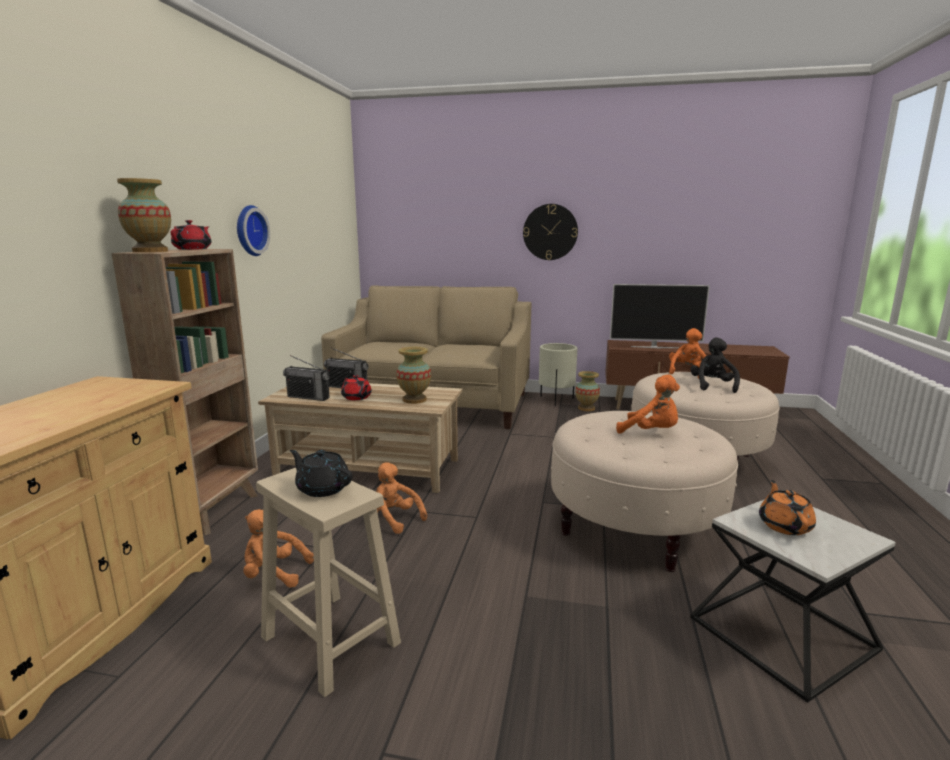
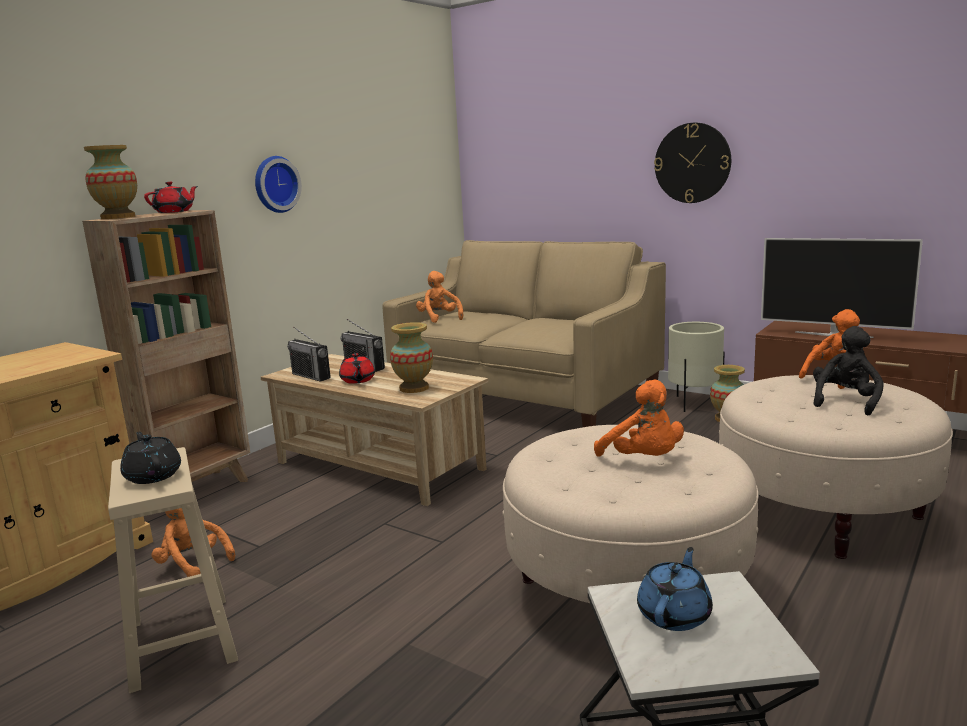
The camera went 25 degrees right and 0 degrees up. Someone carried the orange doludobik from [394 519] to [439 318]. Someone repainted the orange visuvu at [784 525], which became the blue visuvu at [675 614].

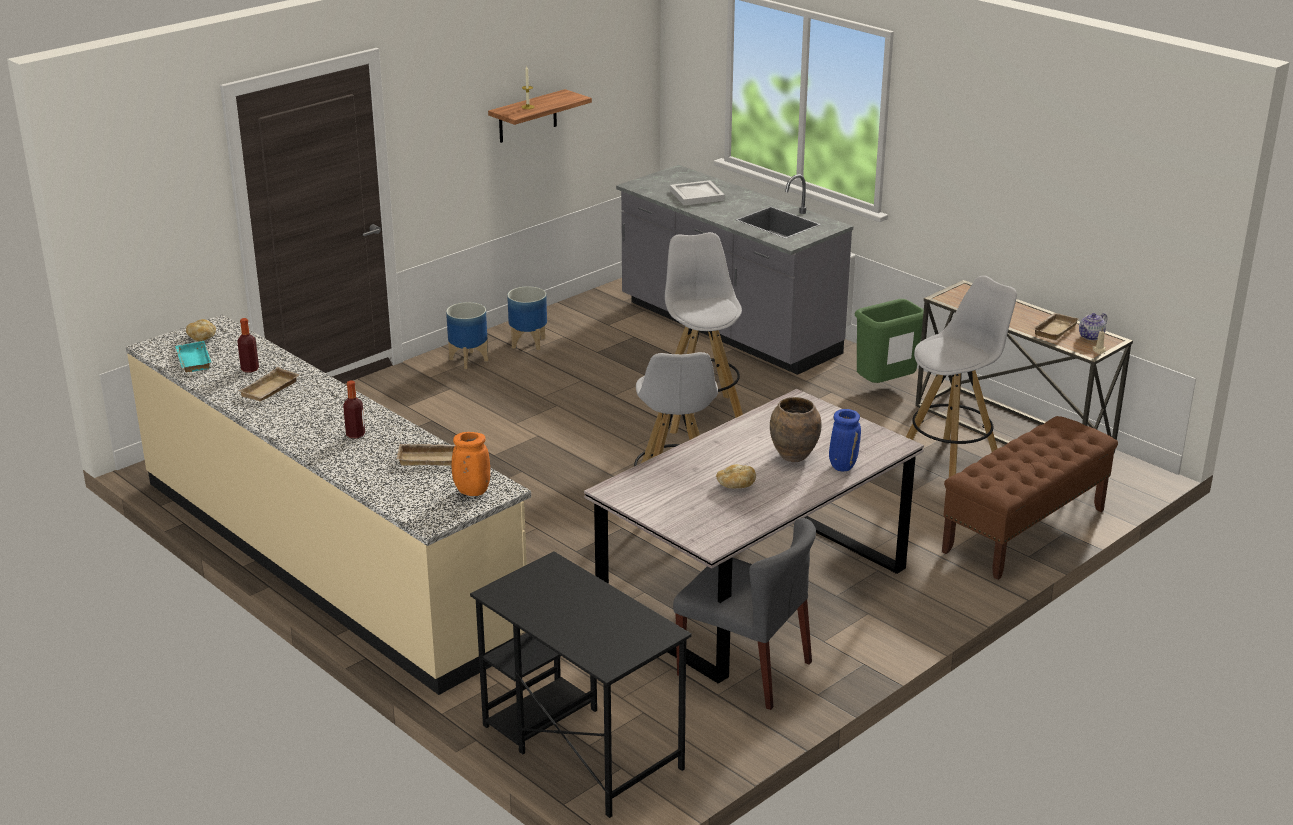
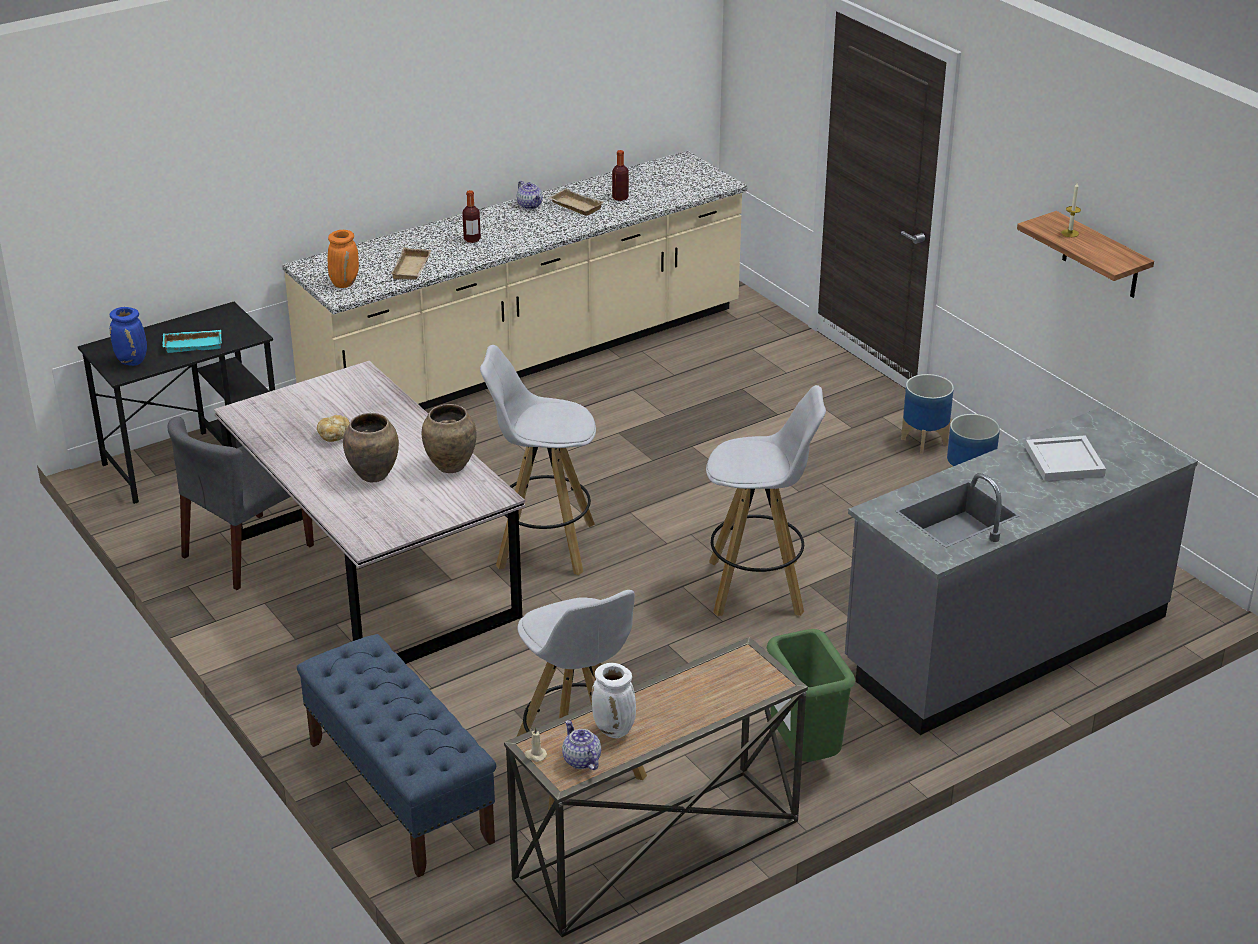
The camera went 100 degrees right and 5 degrees up. Someone swapped the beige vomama at [1053 329] for the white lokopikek at [615 730]. Someone took away the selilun at [202 337]. Someone carried the turquoise vomama from [192 360] to [194 344]. Someone carried the blue lokopikek from [842 466] to [133 361]. Someone repainted the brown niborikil at [1024 531], which became the blue niborikil at [399 791]. Someone put down the visuvu at [530 205]. Someone put down the brown lokopikek at [450 466].

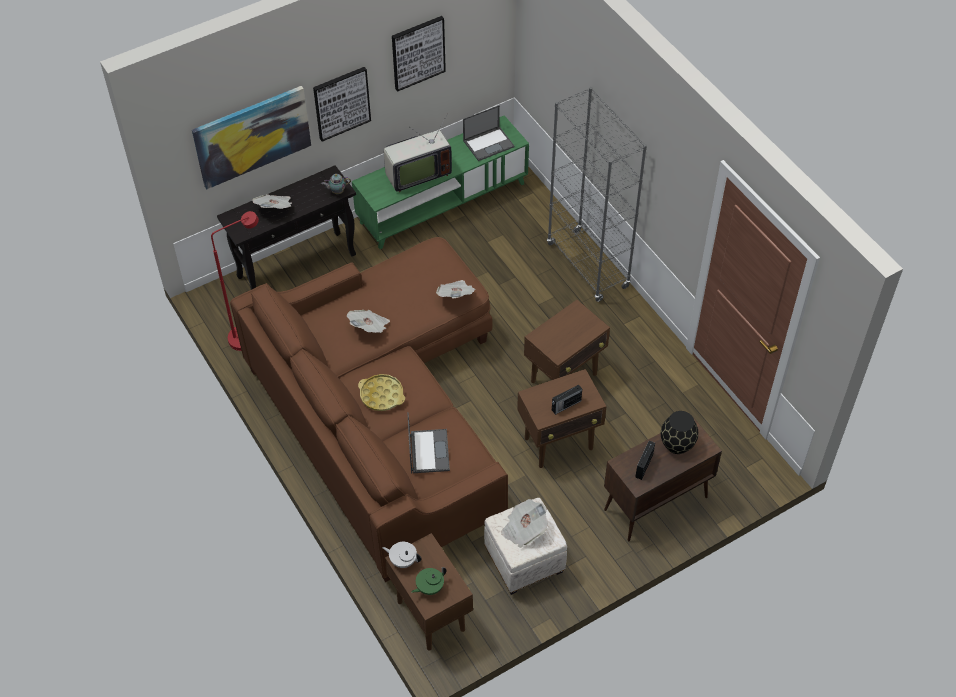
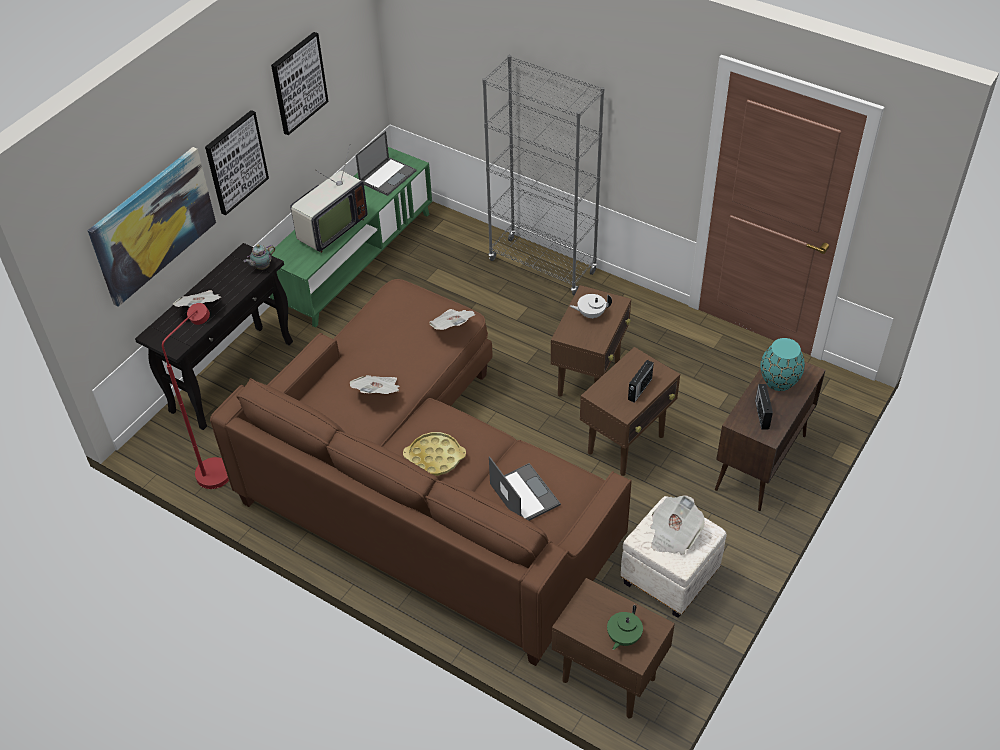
The camera went 25 degrees left and 5 degrees down. Someone repainted the black lokopikek at [677 444], which became the turquoise lokopikek at [779 381]. Someone carried the white visuvu from [403 560] to [590 314].

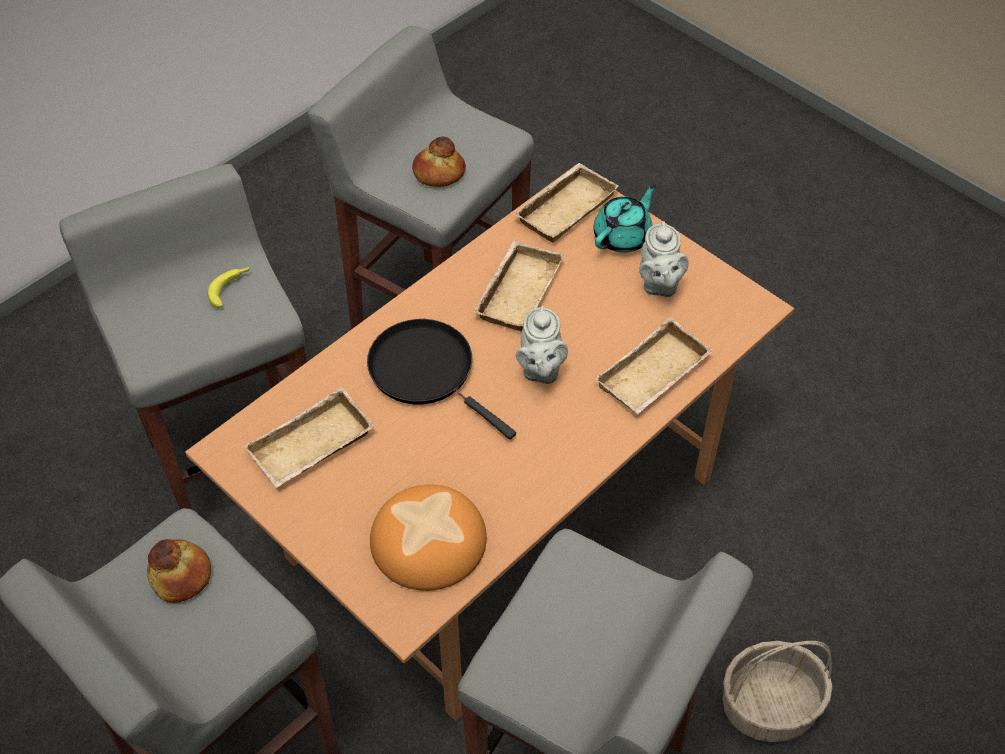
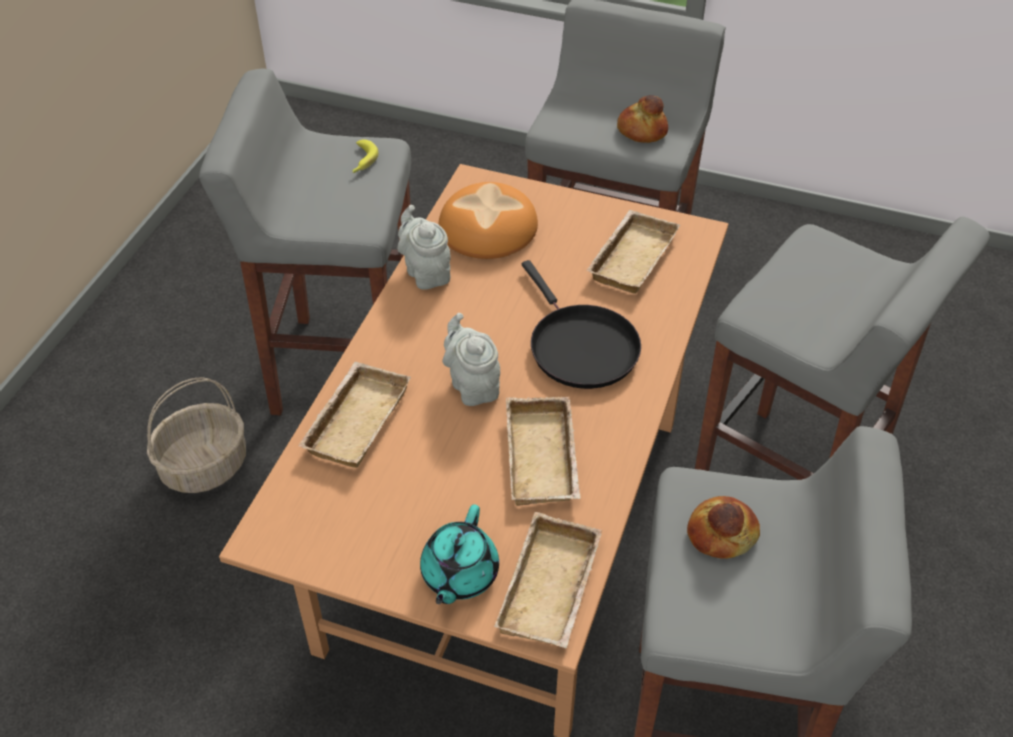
The camera went 155 degrees right and 5 degrees down. Someone carried the grey visuvu from [658 284] to [426 272]. Someone carried the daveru from [230 288] to [362 162]. Someone rotated the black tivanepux at [427 371] by 45 degrees clockwise.

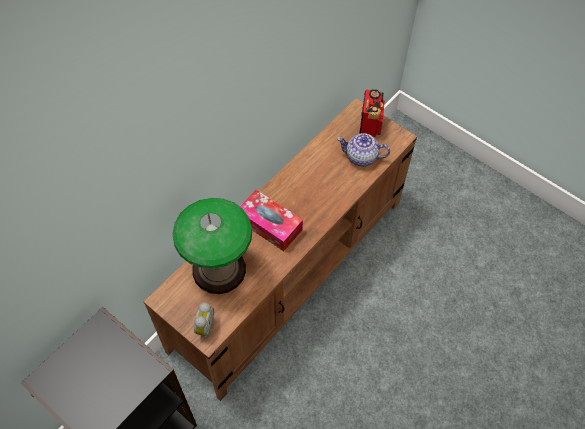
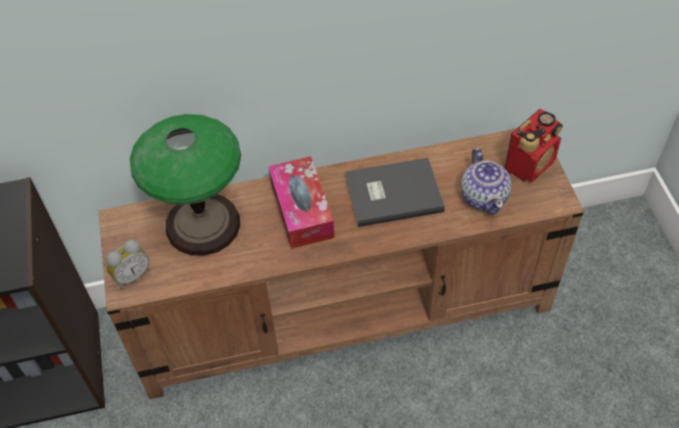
The camera went 40 degrees right and 5 degrees down. Someone rotated the visuvu at [361 157] by 150 degrees counterclockwise. Someone put down the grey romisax at [391 193].

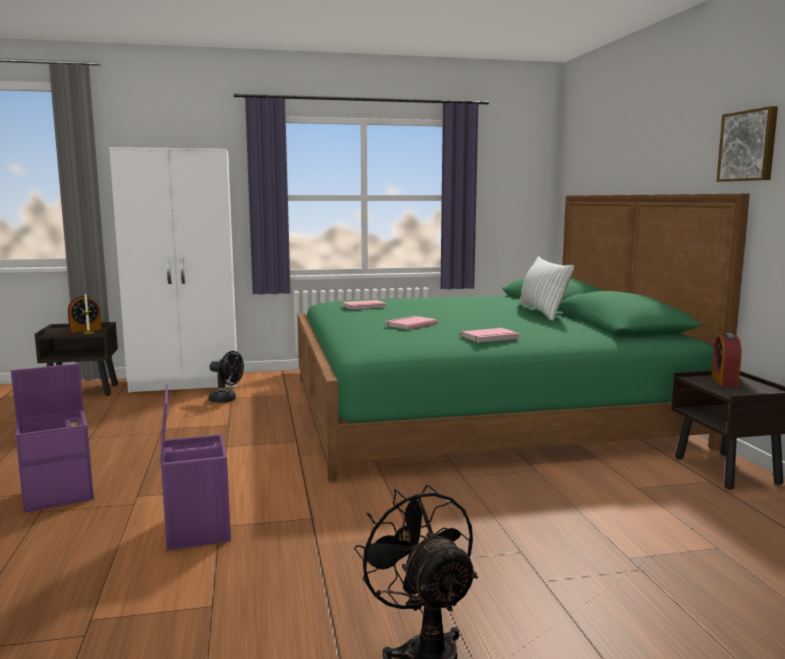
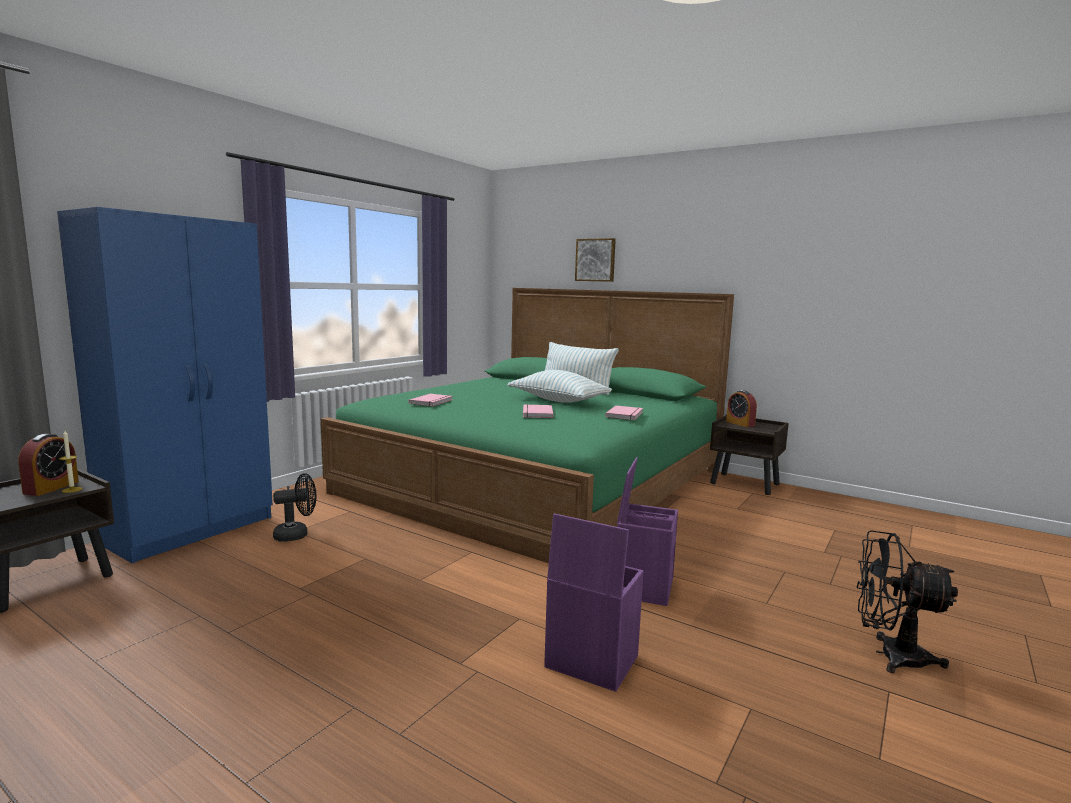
The camera went 45 degrees left and 0 degrees up. Someone carried the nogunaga from [749 146] to [595 260]. Someone repainted the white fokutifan at [186 382], which became the blue fokutifan at [191 529]. Someone carried the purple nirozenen from [60 495] to [643 586]. Someone put down the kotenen at [558 401].

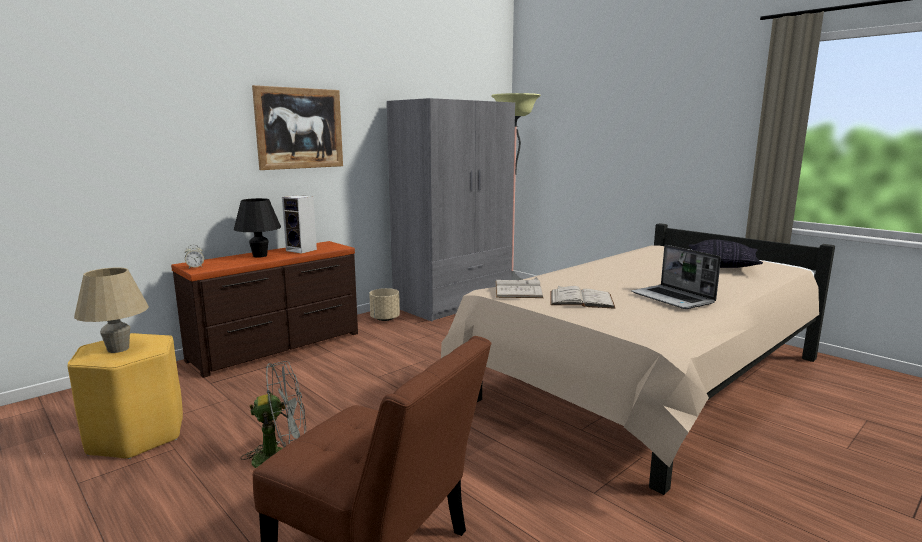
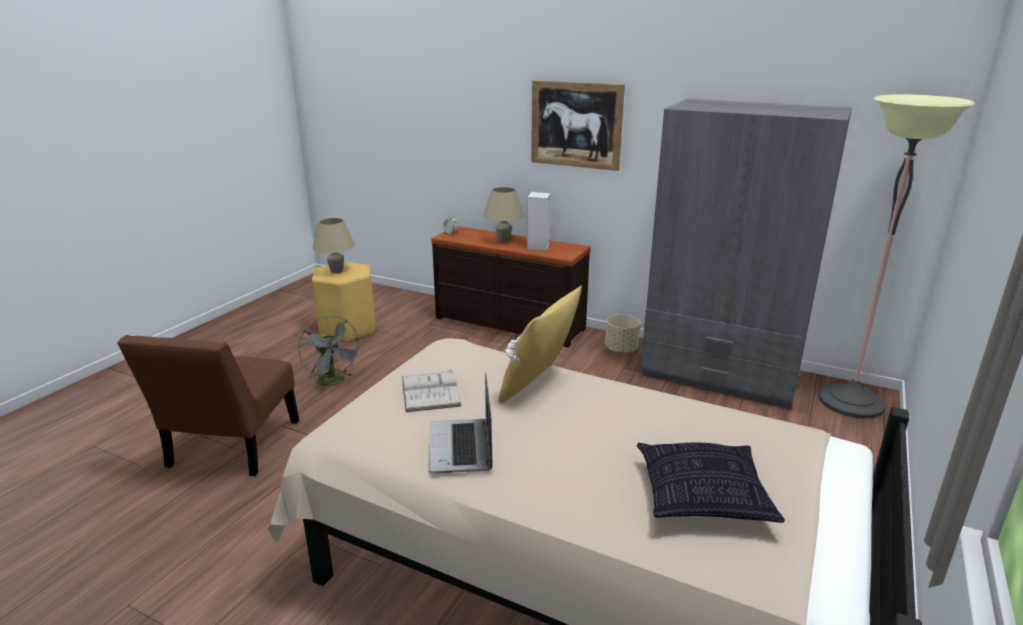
The camera went 70 degrees right and 10 degrees up. Someone repainted the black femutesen at [260 256], which became the beige femutesen at [503 240]. Someone rotated the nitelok at [673 298] by 45 degrees counterclockwise. Someone took away the white romisax at [518 289]. Someone put down the yellow kotenen at [540 385].

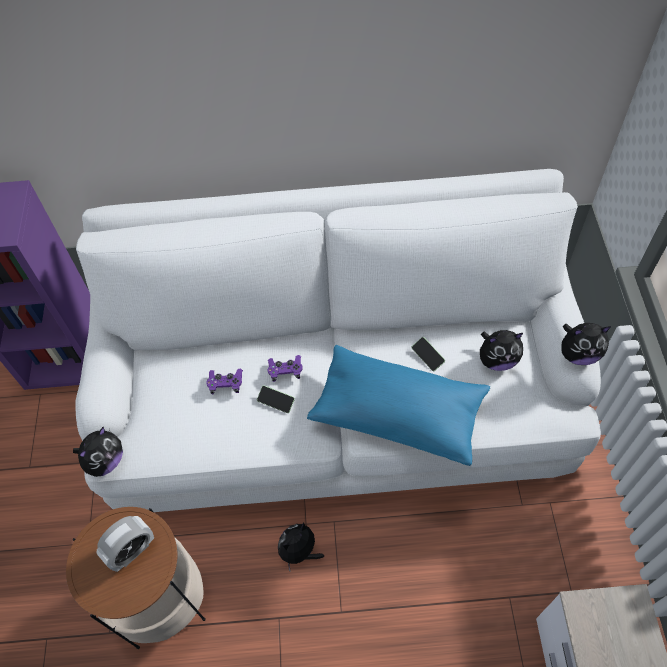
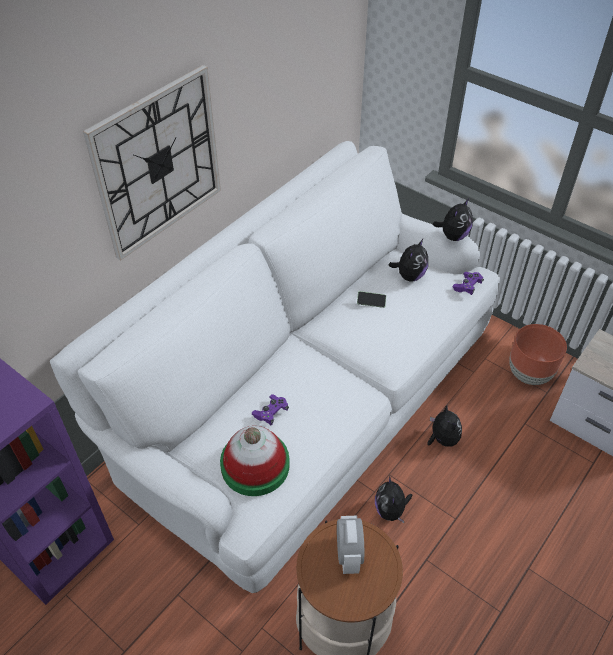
The camera went 50 degrees left and 10 degrees down. Someone took away the blue kotenen at [398 413]. Someone carried the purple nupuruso from [285 371] to [467 286]. Someone took away the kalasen at [276 401]. Someone carried the doludobik from [105 461] to [442 439]. Someone put up the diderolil at [158 163]. Someone put down the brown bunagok at [528 374]. Someone put down the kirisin at [255 465].

